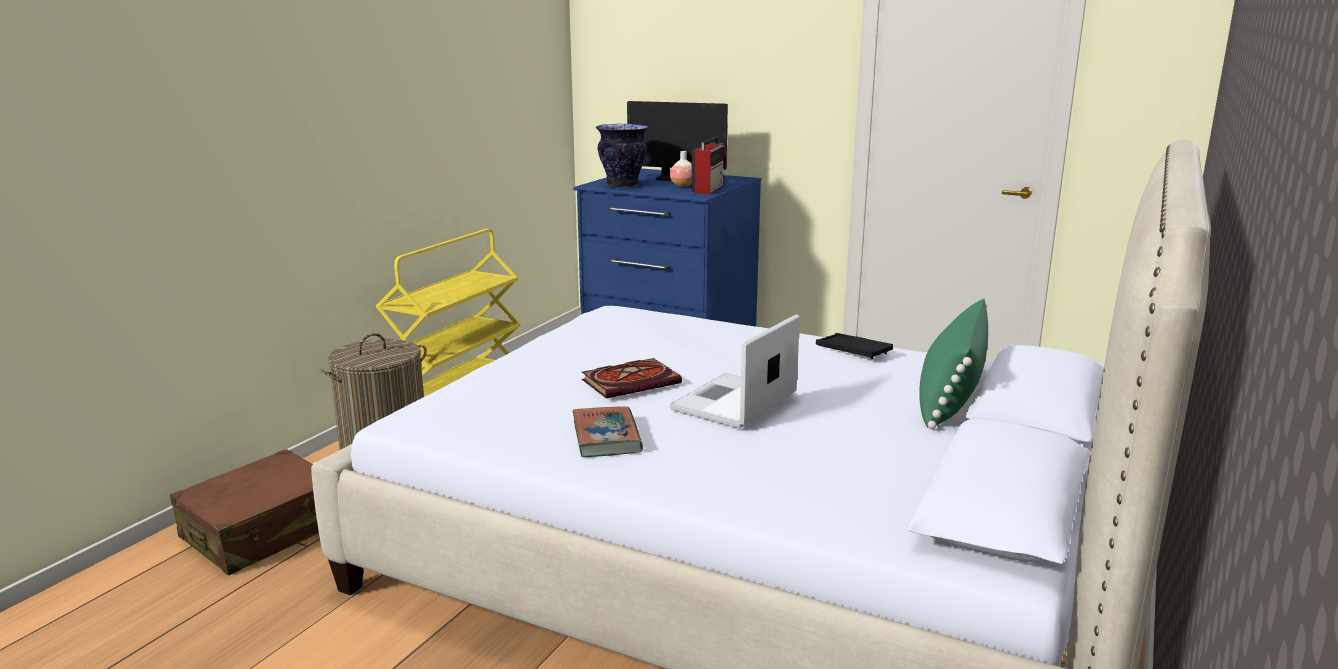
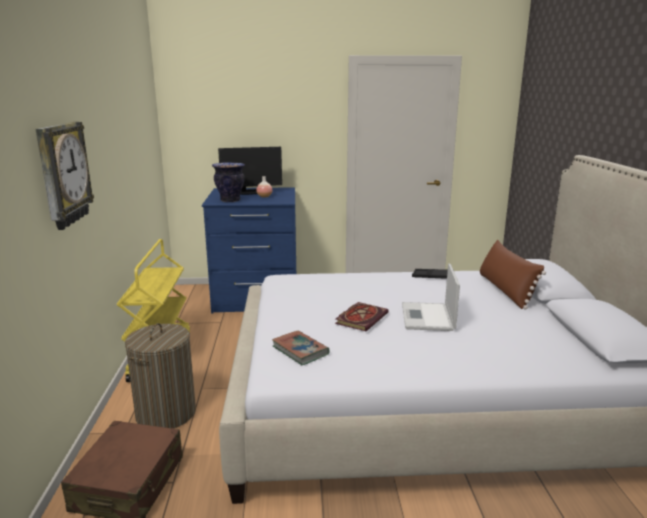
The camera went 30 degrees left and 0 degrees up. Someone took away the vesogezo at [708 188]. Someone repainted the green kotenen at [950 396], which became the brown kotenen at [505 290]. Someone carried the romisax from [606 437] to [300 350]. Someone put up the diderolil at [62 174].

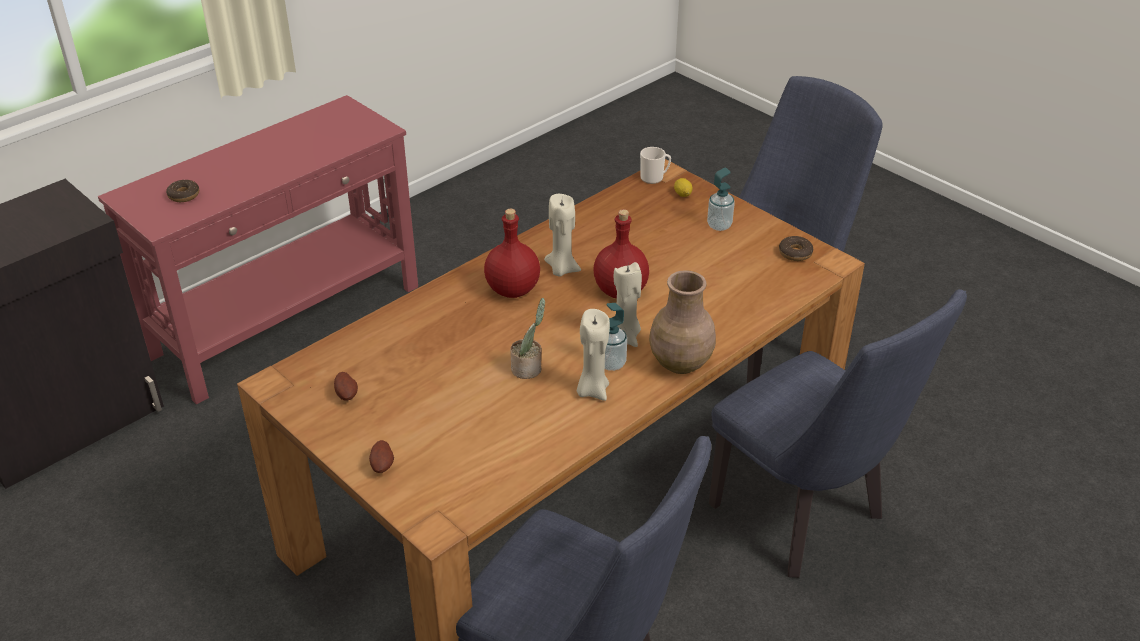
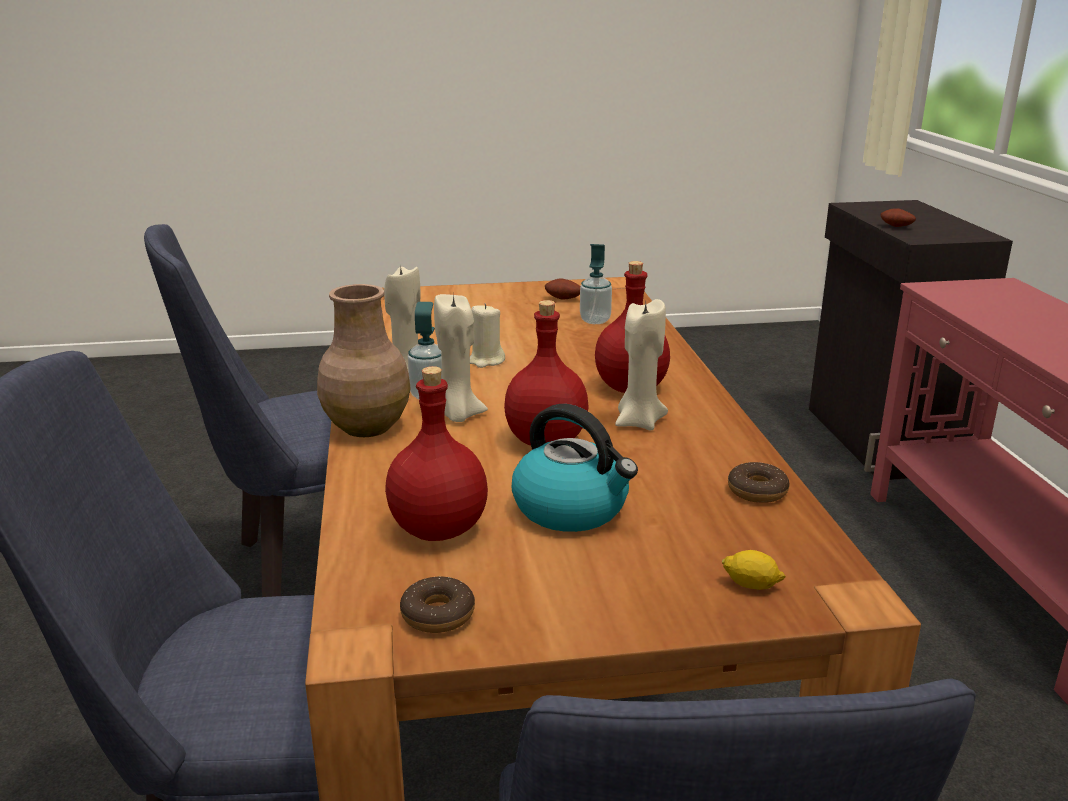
The camera went 125 degrees right and 15 degrees down. Someone took away the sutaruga at [654 178]. Someone carried the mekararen from [719 225] to [595 320]. Someone carried the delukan from [184 195] to [757 491]. Someone swapped the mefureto at [528 368] for the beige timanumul at [486 361]. Someone carried the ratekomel from [383 465] to [896 227]. Someone put down the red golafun at [440 529]. Someone put down the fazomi at [572 508].

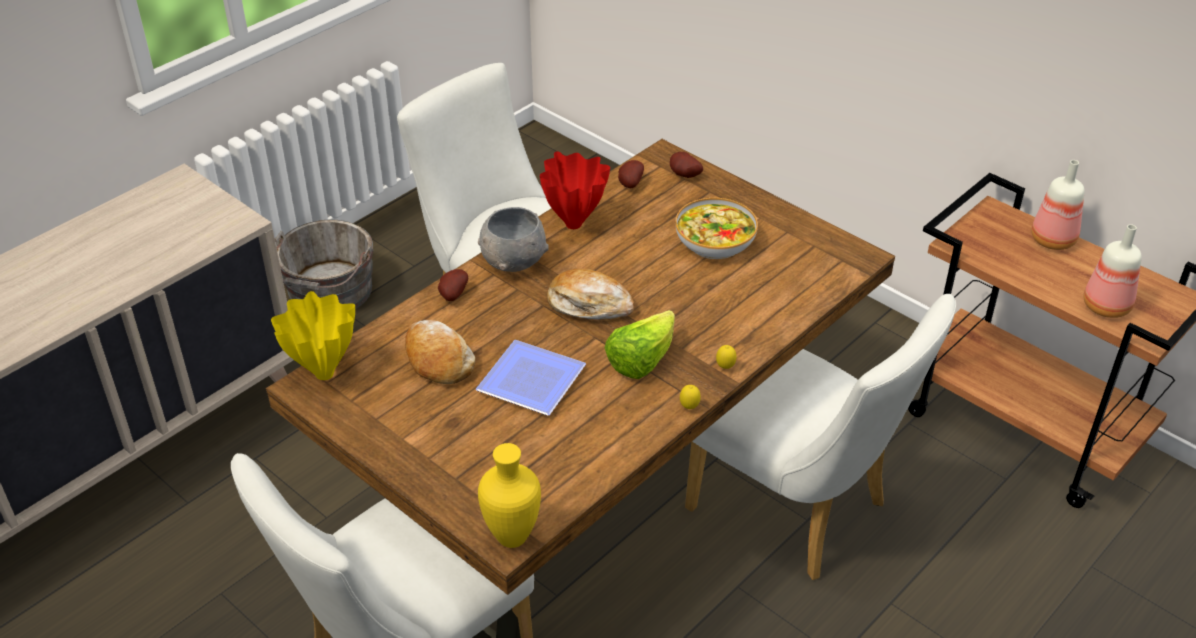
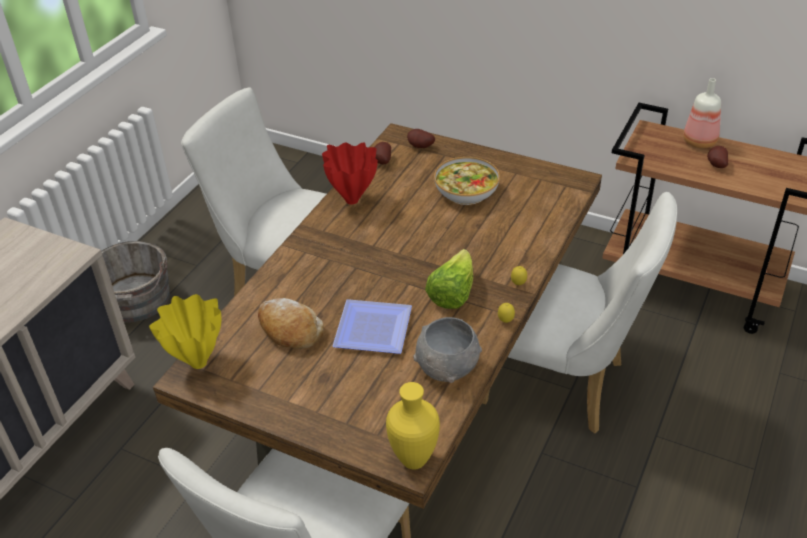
The camera went 15 degrees left and 0 degrees up. Someone carried the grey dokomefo from [512 261] to [446 368]. Someone took away the golafun at [1108 306]. Someone carried the ratekomel from [452 295] to [715 165]. Someone took away the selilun at [589 304].

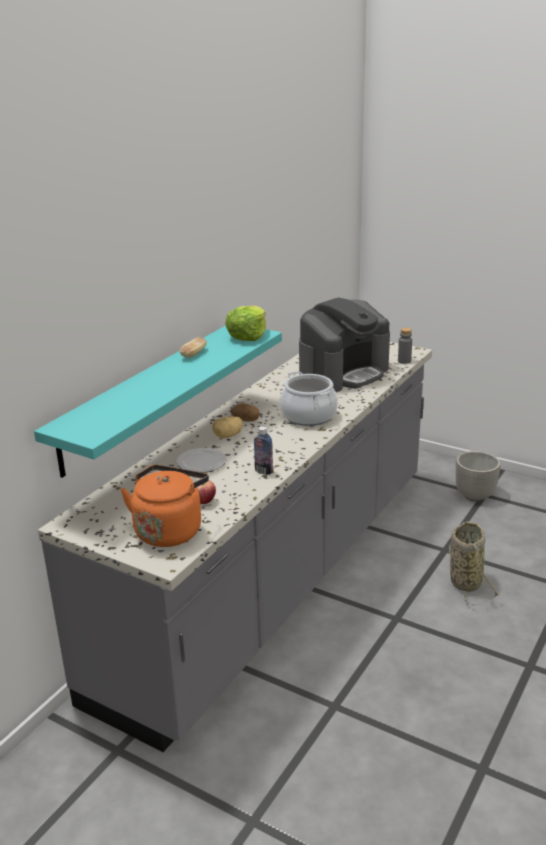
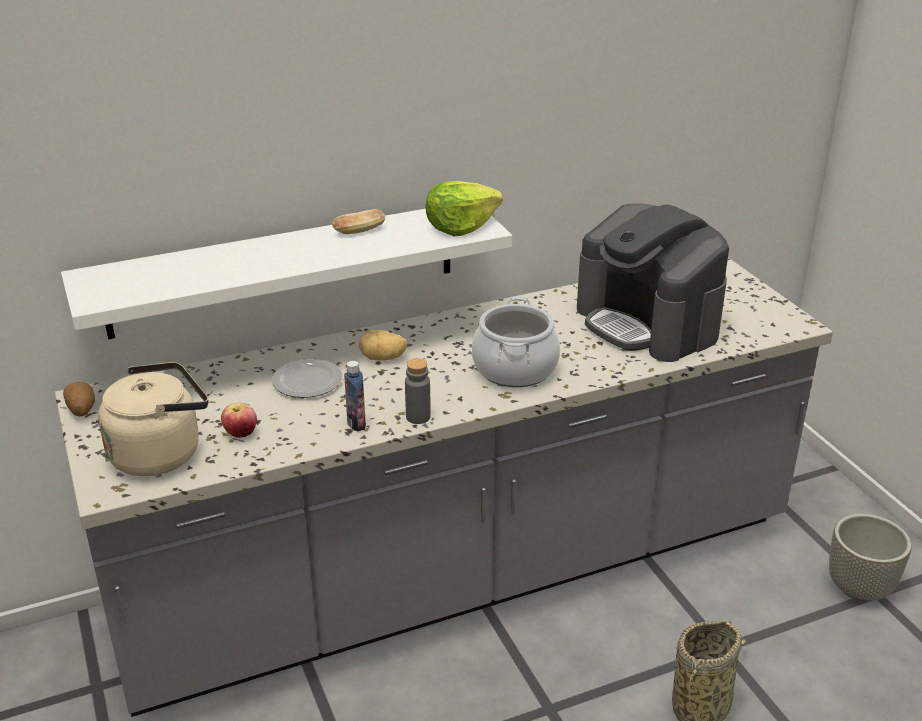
The camera went 35 degrees right and 5 degrees up. Someone rotated the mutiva at [343 373] by 60 degrees clockwise. Someone repainted the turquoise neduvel at [148 395], which became the white neduvel at [284 268]. Someone carried the grey golafun from [404 361] to [418 417]. Someone carried the ratekomel from [246 420] to [81 410]. Someone repainted the orange fazomi at [169 530], which became the beige fazomi at [161 453].

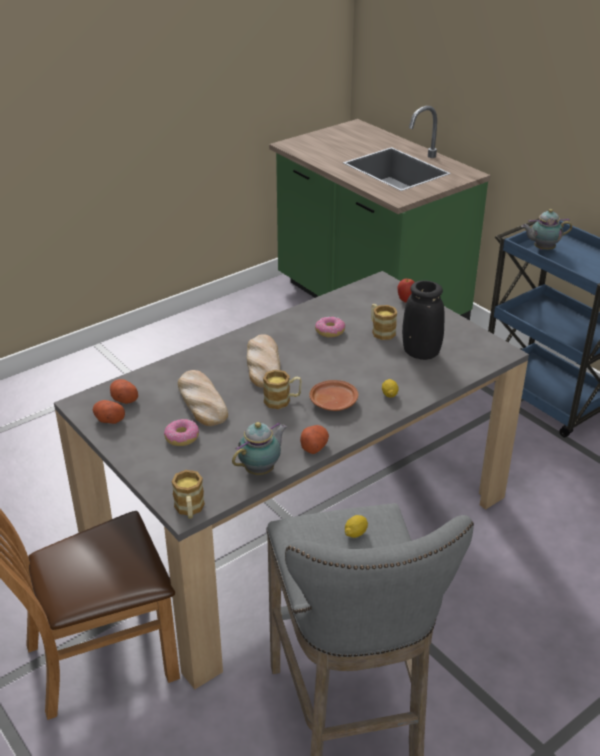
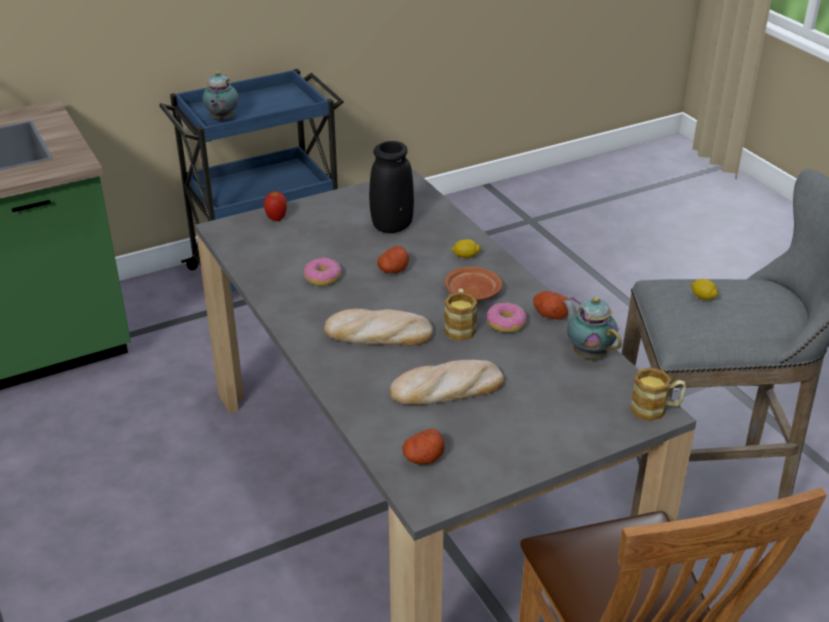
The camera went 80 degrees left and 0 degrees up. Someone took away the sutaruga at [381 331]. Someone carried the ratekomel from [108 419] to [393 270]. Someone carried the delukan from [182 437] to [505 323].

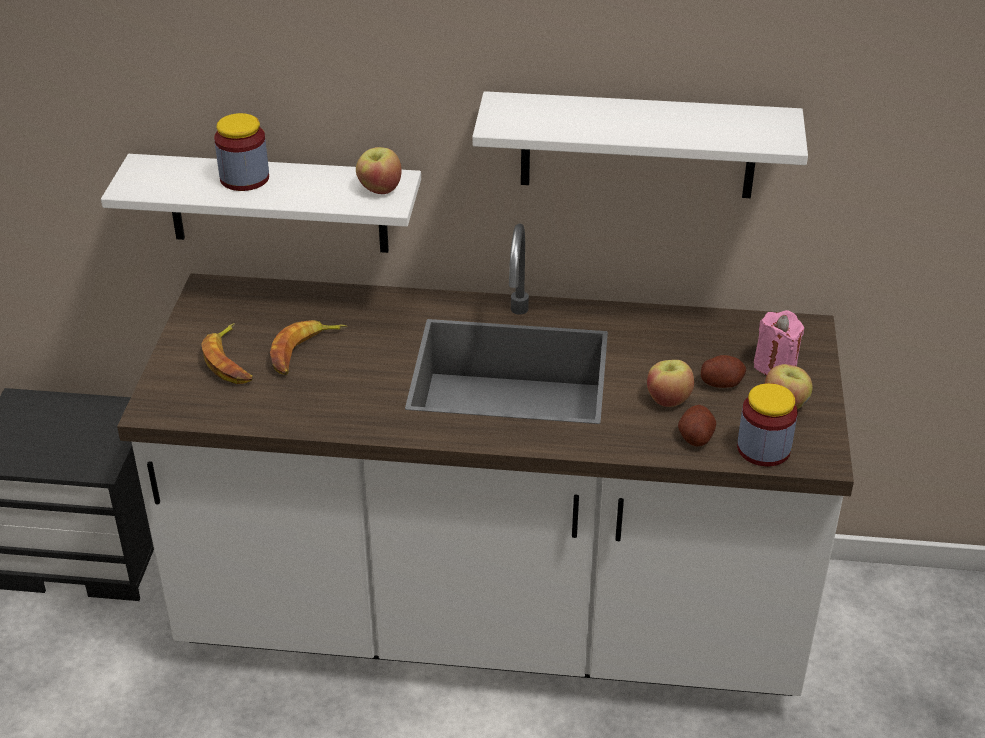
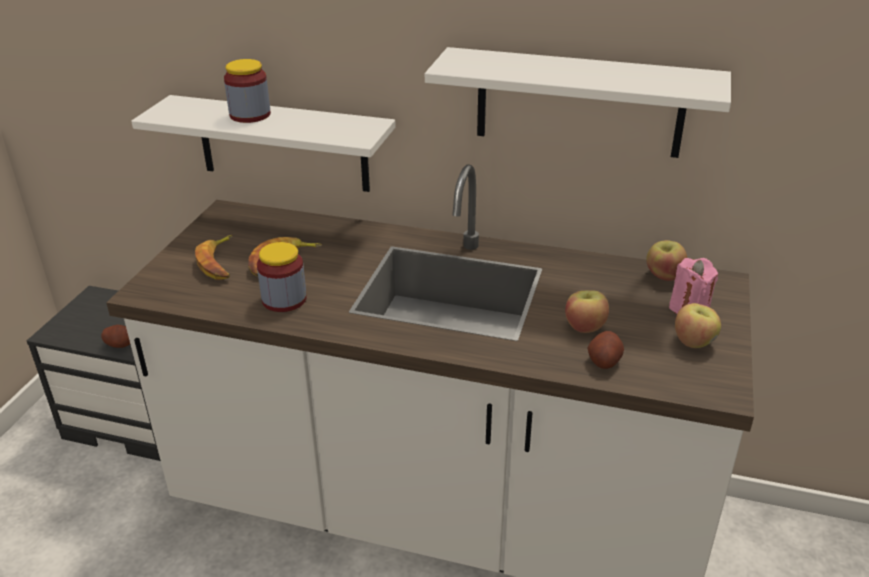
The camera went 10 degrees right and 5 degrees down. Someone carried the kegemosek from [379 189] to [663 276]. Someone carried the ratekomel from [721 383] to [120 344]. Someone carried the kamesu from [763 449] to [284 299].

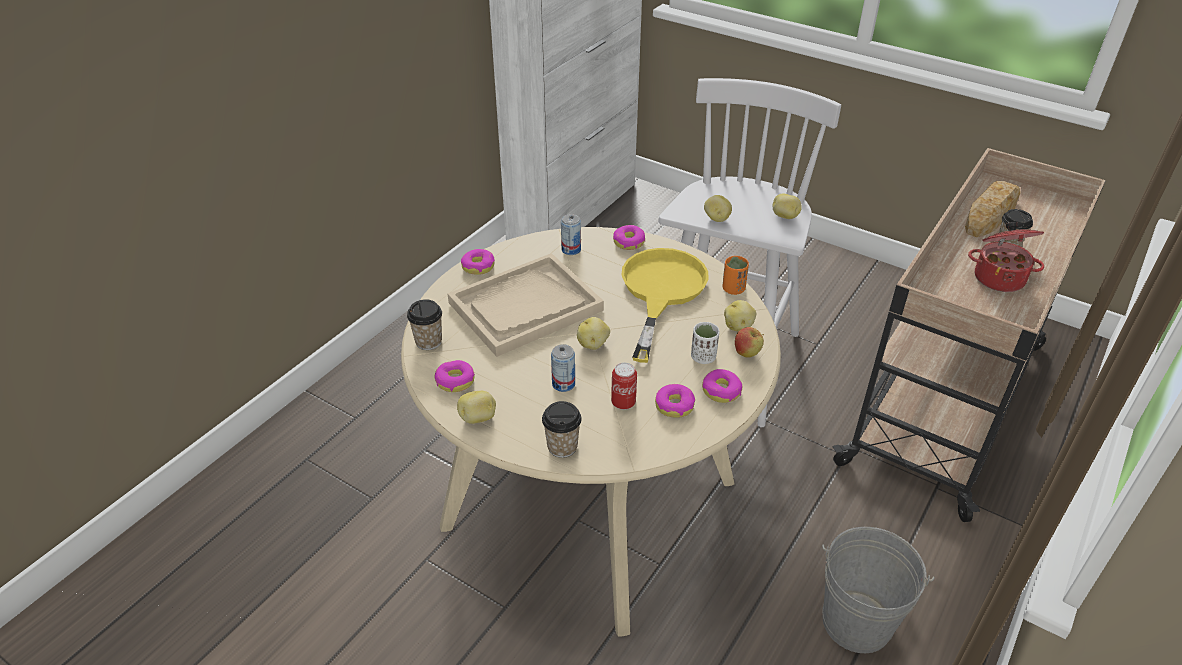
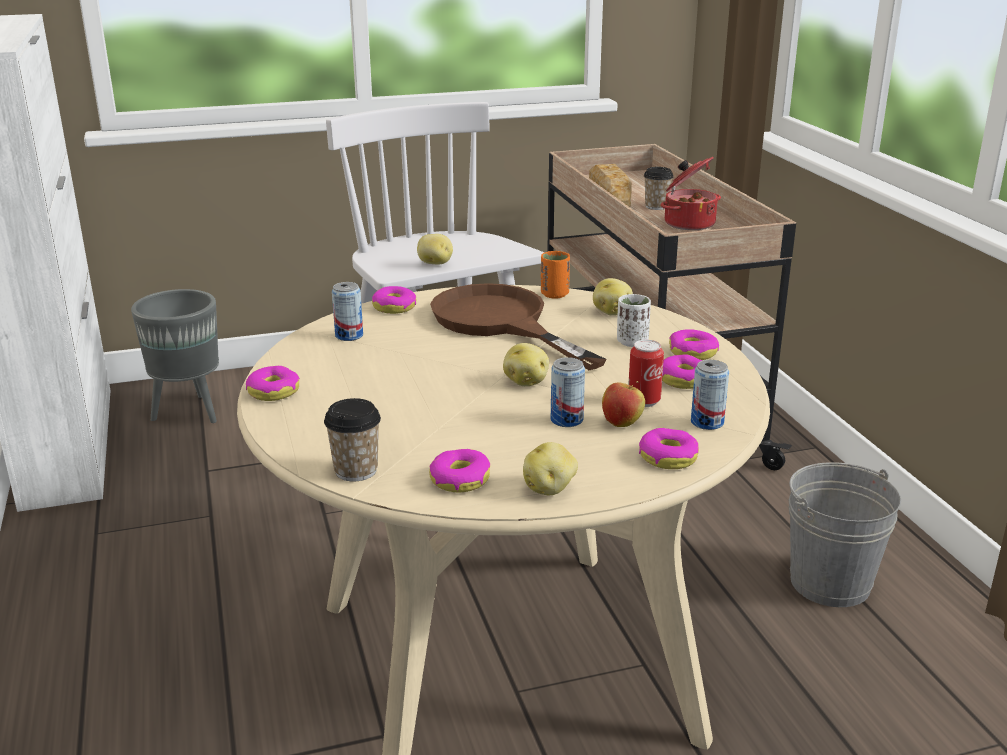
The camera went 50 degrees left and 15 degrees down. Someone took away the ratekomel at [785 216]. Someone repainted the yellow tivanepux at [660 291], which became the brown tivanepux at [501 323]. Someone took away the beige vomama at [525 307]. Someone carried the kegemosek from [747 354] to [622 423]. Someone swapped the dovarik at [562 446] for the delukan at [668 457]. Someone put down the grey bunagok at [188 412]. Someone put down the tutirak at [707 422].

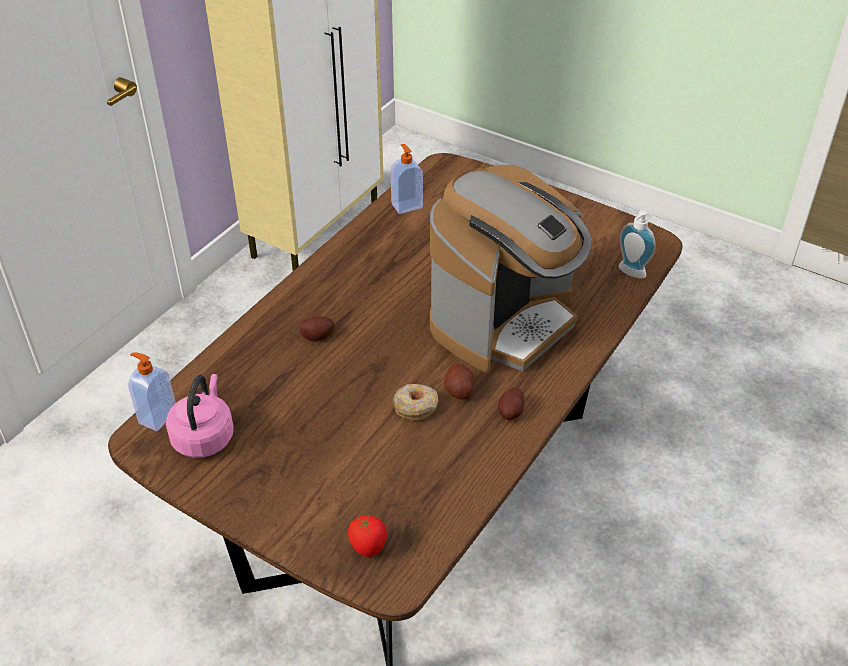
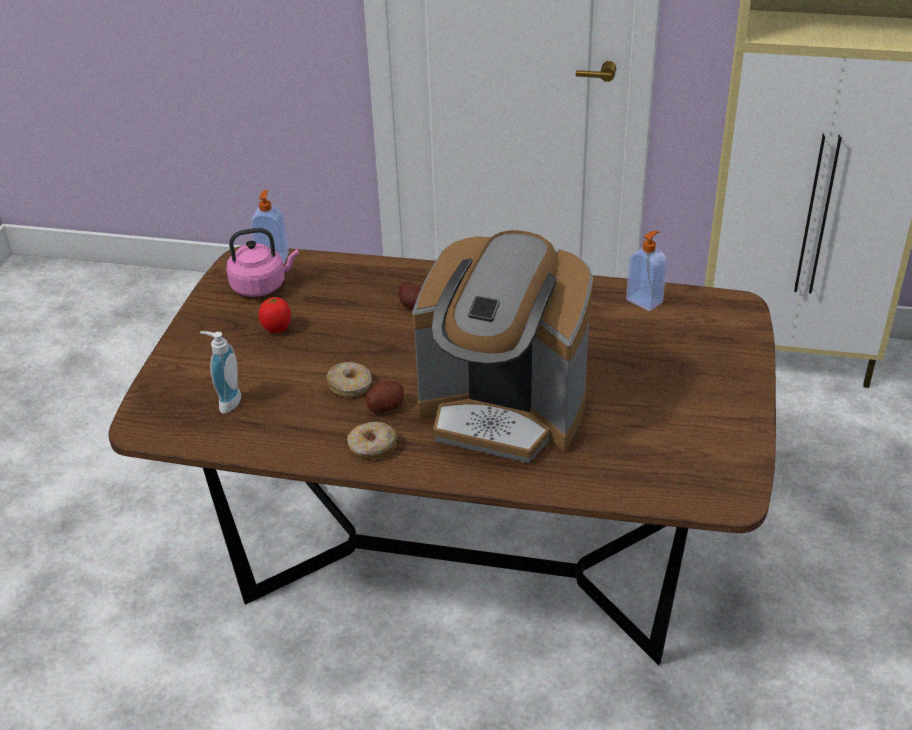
The camera went 70 degrees right and 5 degrees down. Someone carried the mekararen from [630 273] to [226 402]. Someone swapped the ratekomel at [510 412] for the delukan at [372 447]. Someone carried the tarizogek from [368 548] to [277 329].

